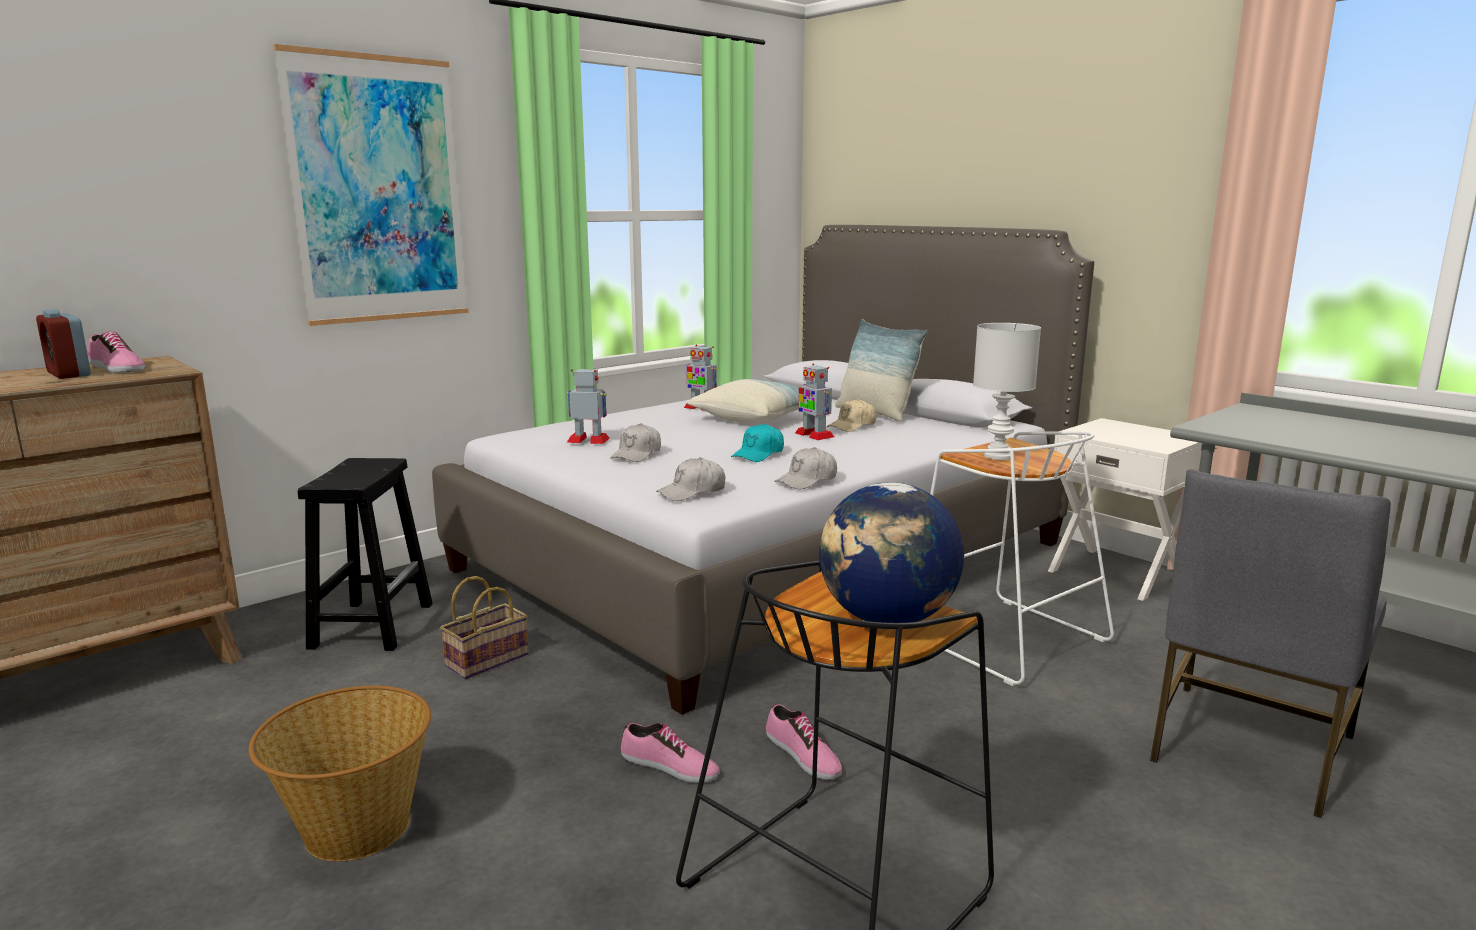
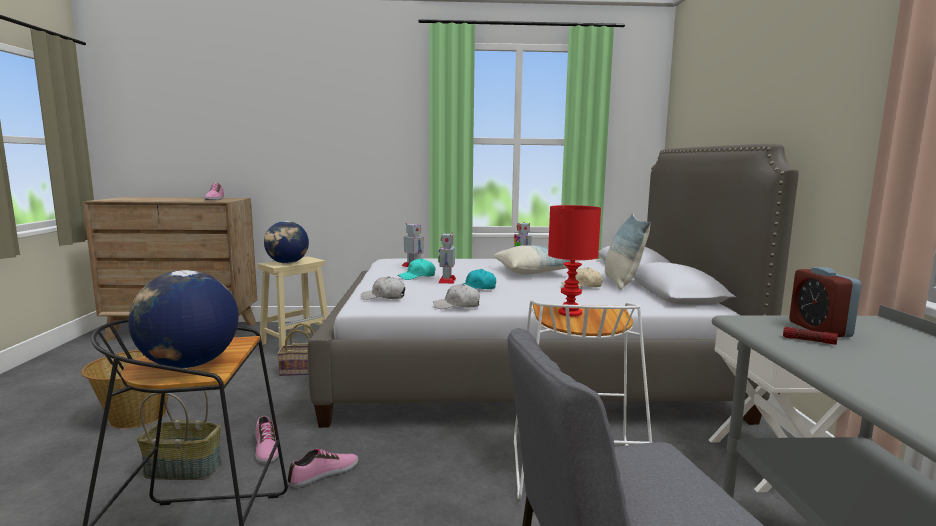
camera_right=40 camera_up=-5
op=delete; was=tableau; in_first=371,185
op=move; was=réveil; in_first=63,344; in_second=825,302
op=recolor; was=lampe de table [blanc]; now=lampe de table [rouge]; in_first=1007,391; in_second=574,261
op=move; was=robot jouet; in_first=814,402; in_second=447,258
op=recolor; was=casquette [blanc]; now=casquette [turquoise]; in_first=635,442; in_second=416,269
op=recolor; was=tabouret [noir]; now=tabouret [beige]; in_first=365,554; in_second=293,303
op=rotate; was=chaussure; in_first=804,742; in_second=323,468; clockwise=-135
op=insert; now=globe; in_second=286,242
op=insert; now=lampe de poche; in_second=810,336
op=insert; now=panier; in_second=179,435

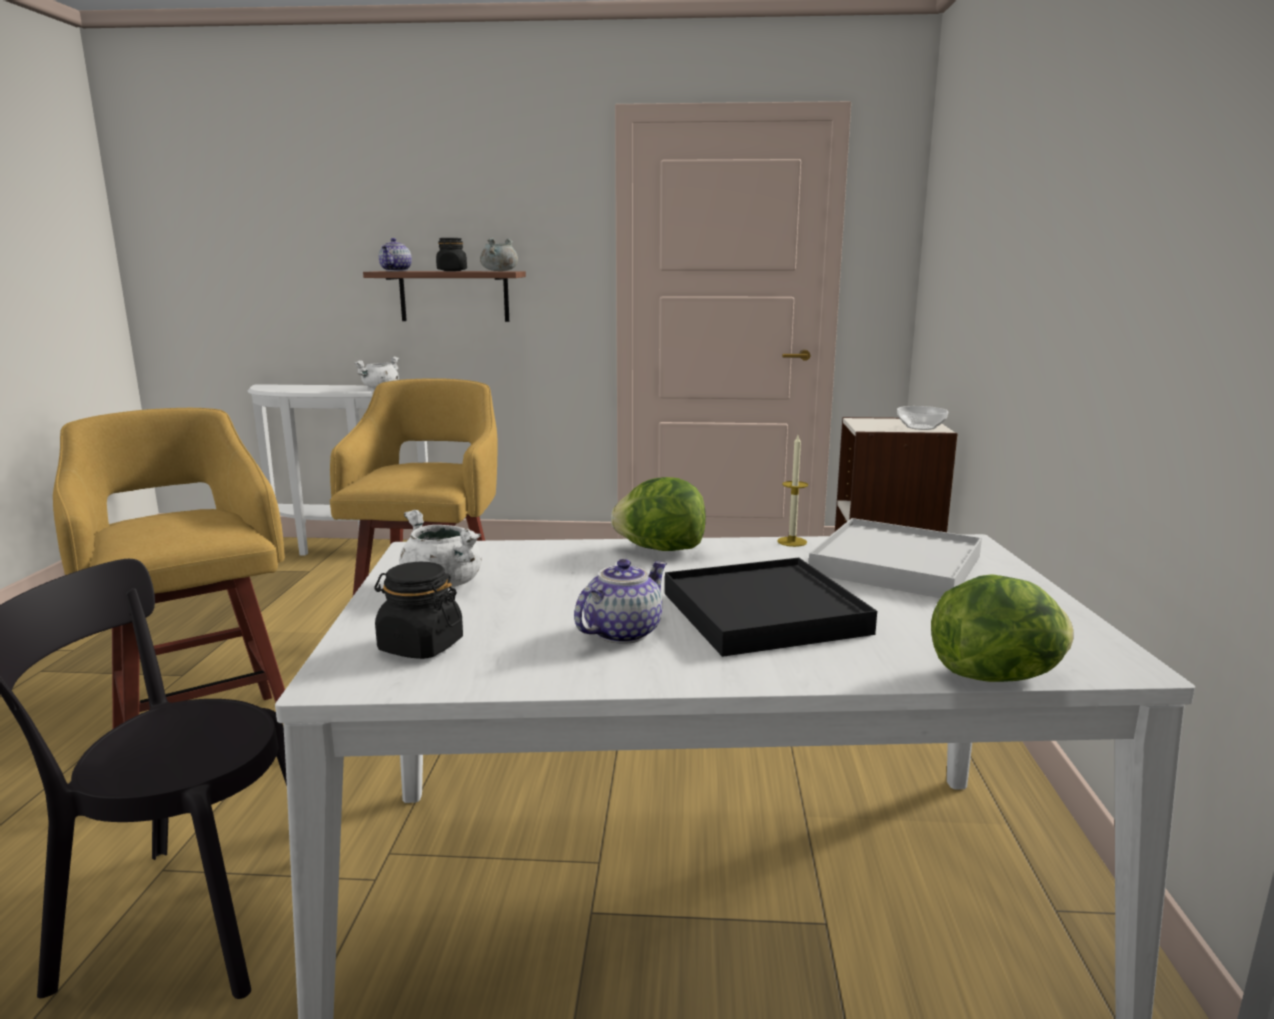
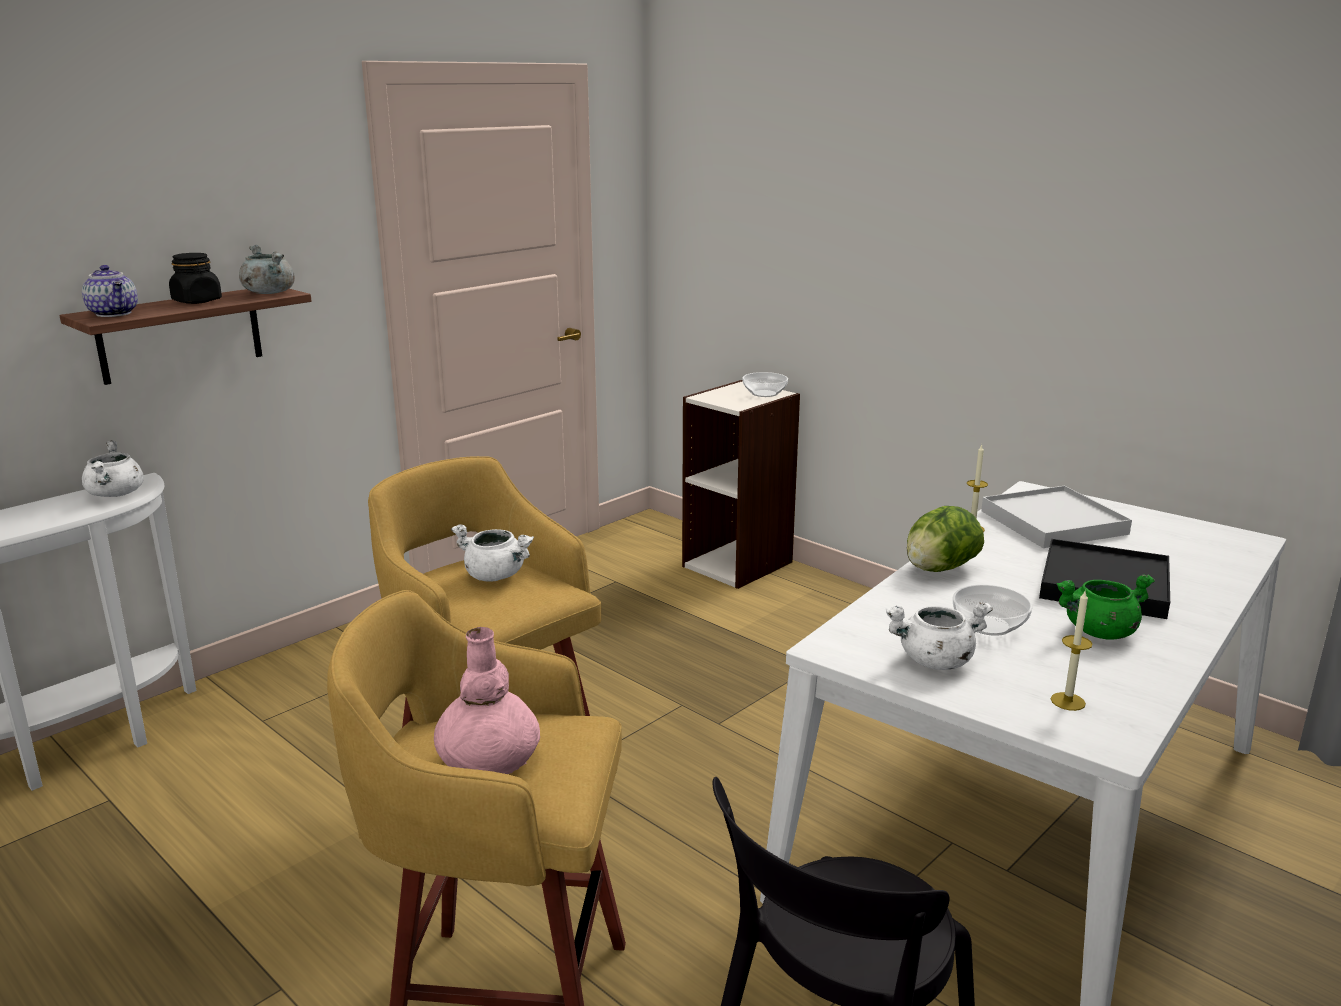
camera_right=-50 camera_up=5
op=replace; was=théière; now=marmite [vert]; in_first=620,601; in_second=1105,607
op=replace; was=bocal [noir]; now=bougie; in_first=419,610; in_second=1072,651
op=delete; was=laitue; in_first=1002,628
op=insert; now=marmite [blanc]; in_second=492,553
op=insert; now=bol; in_second=993,610
op=insert; now=vase [rose]; in_second=487,700

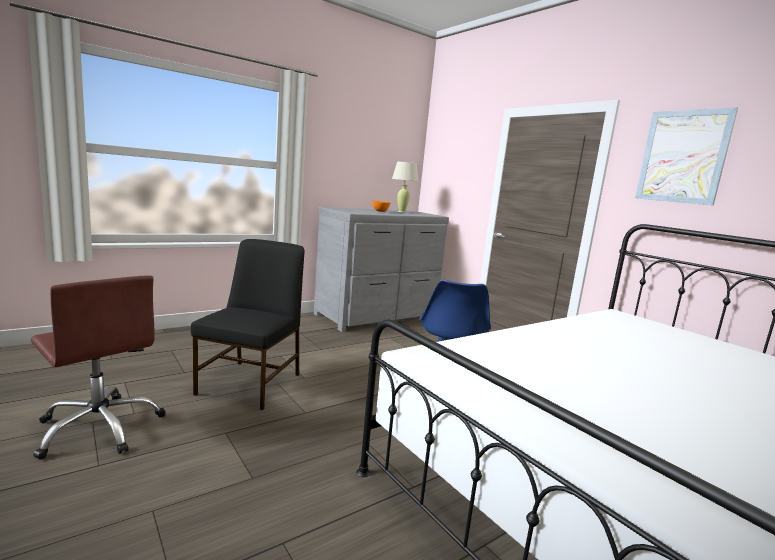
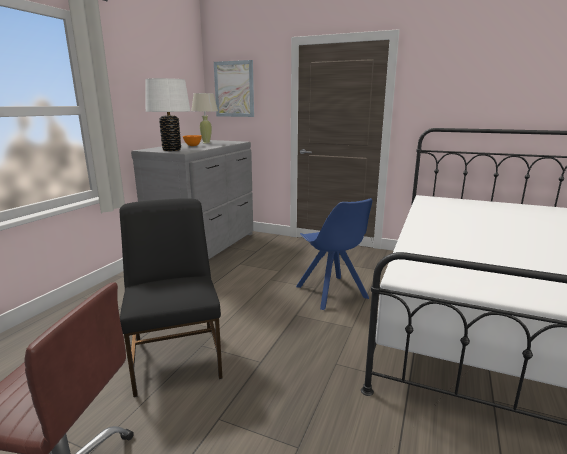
camera_right=-30 camera_up=5
op=move; was=tableau; in_first=686,156; in_second=234,88
op=insert; now=lampe de table [blanc]; in_second=167,114

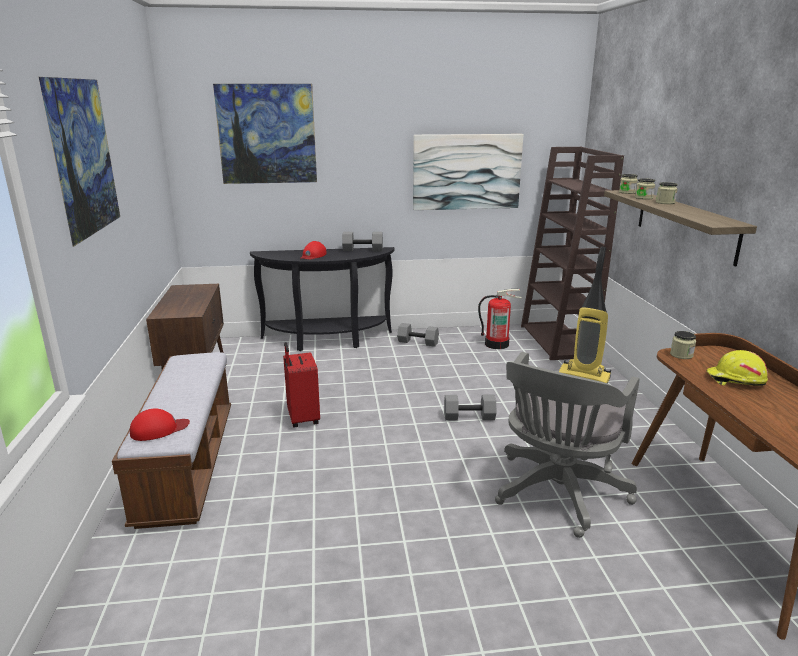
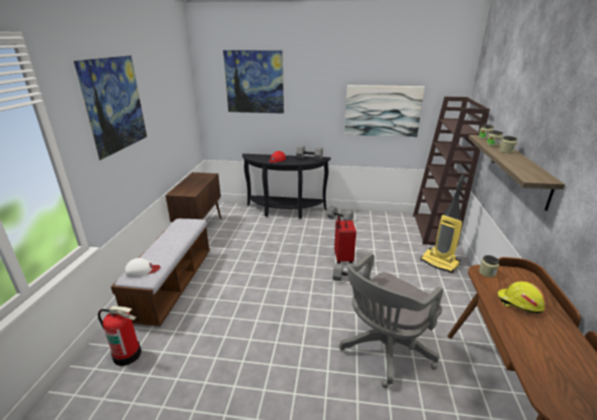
camera_right=15 camera_up=5
op=move; was=extincteur; in_first=500,319; in_second=119,336
op=move; was=valise [rouge]; in_first=301,385; in_second=345,239
op=recolor; was=casquette [rouge]; now=casquette [blanc]; in_first=160,425; in_second=142,267

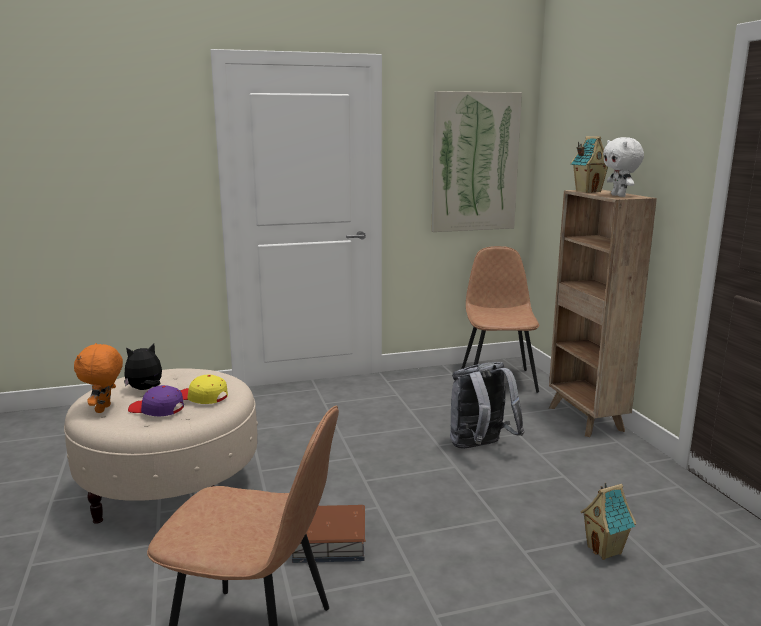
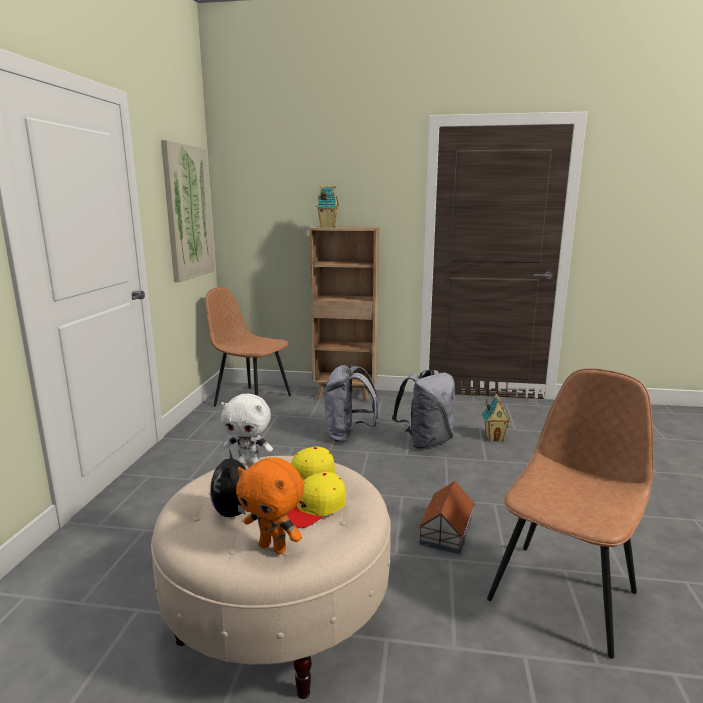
camera_right=-65 camera_up=0
op=move; was=peluche [blanc]; in_first=623,167; in_second=247,429
op=recolor; was=casquette [violet]; now=casquette [jaune]; in_first=156,400; in_second=316,500
op=insert; now=sac à dos [gris]; in_second=423,409

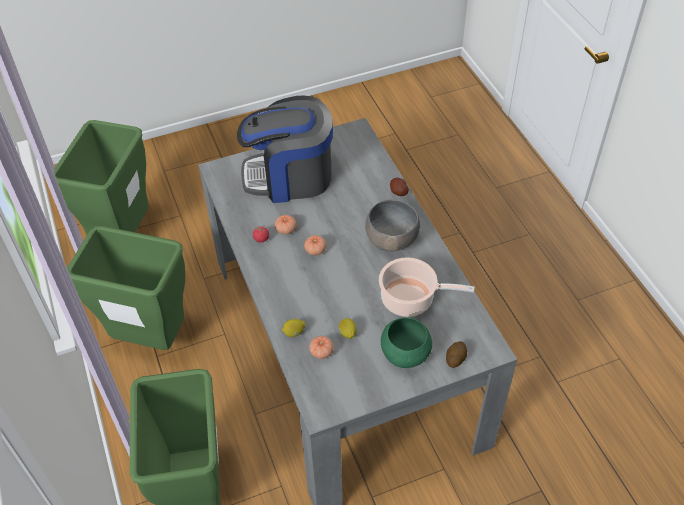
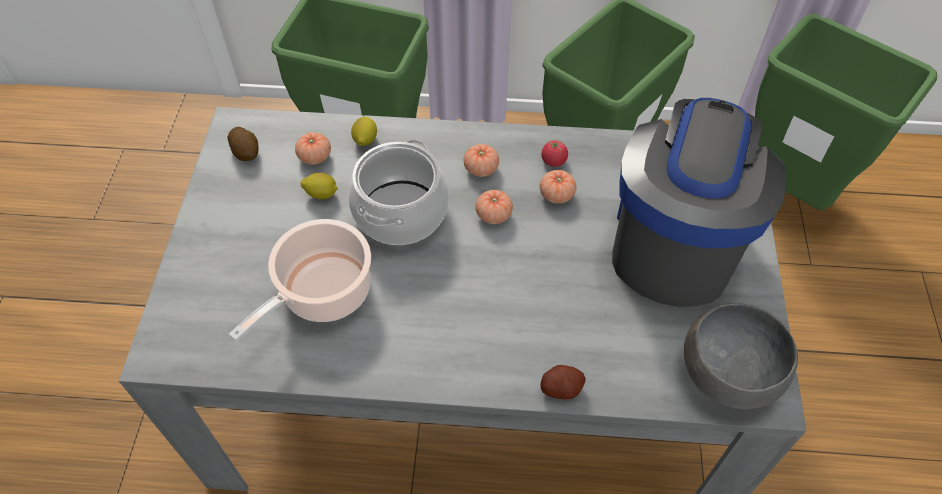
camera_right=115 camera_up=5
op=move; was=bol [gris]; in_first=392,225; in_second=741,356
op=delete; was=bol [vert]; in_first=406,342
op=move; was=pomme de terre; in_first=456,354; in_second=243,144
op=insert; now=marmite; in_second=398,192
op=insert; now=tomate; in_second=481,160

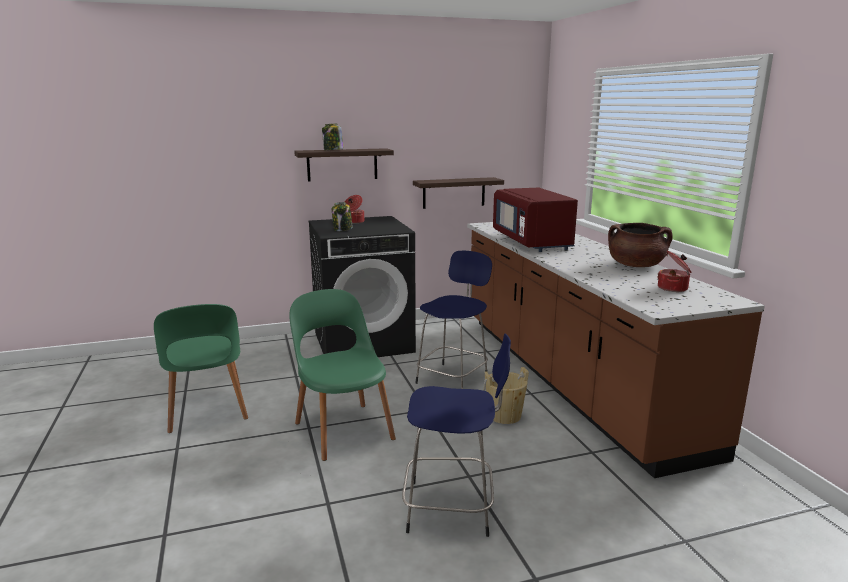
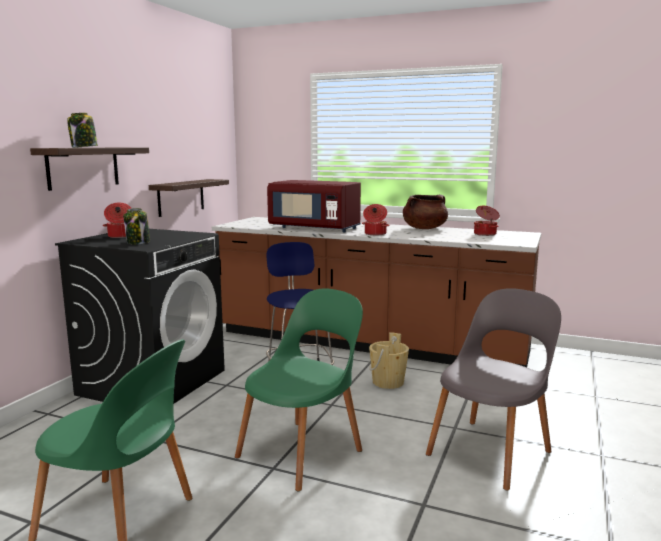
camera_right=-50 camera_up=-5
op=rotate; was=chaise [vert]; in_first=342,375; in_second=299,389; clockwise=120
op=replace; was=tabouret [bleu]; now=chaise [gris]; in_first=456,435; in_second=493,389
op=insert; now=marmite; in_second=376,219

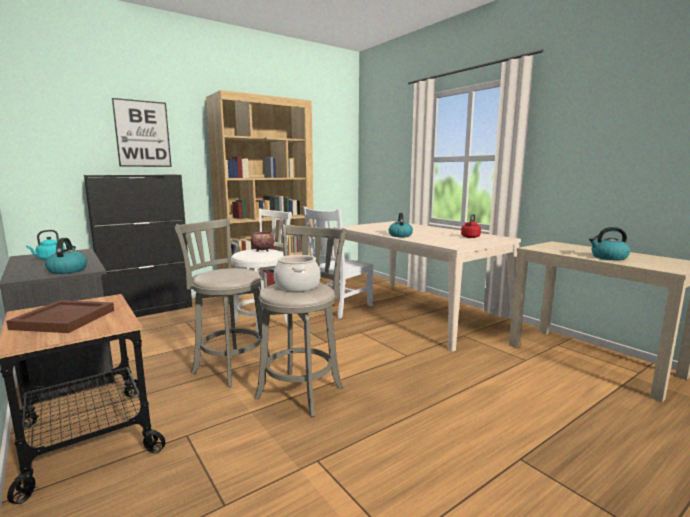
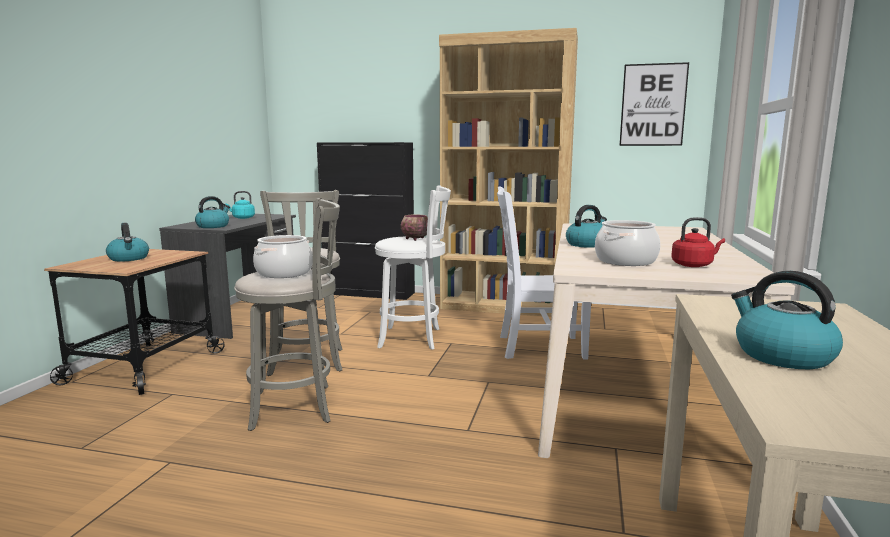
camera_right=50 camera_up=0
op=move; was=tableau; in_first=142,132; in_second=654,104
op=replace; was=plateau [marron]; now=bouilloire; in_first=60,316; in_second=127,242
op=insert; now=marmite; in_second=627,243

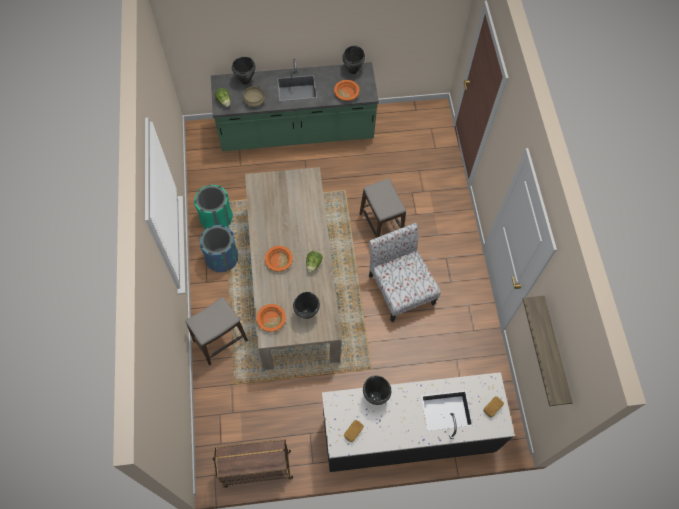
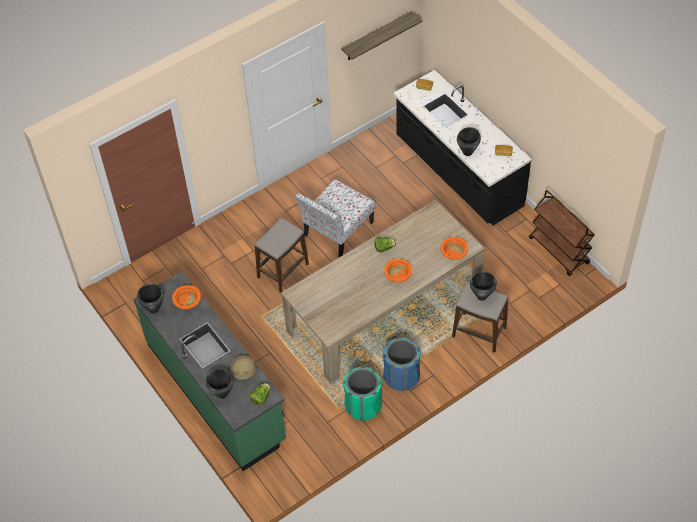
camera_right=-115 camera_up=-10
op=move; was=marmite [noir]; in_first=306,305; in_second=483,286

